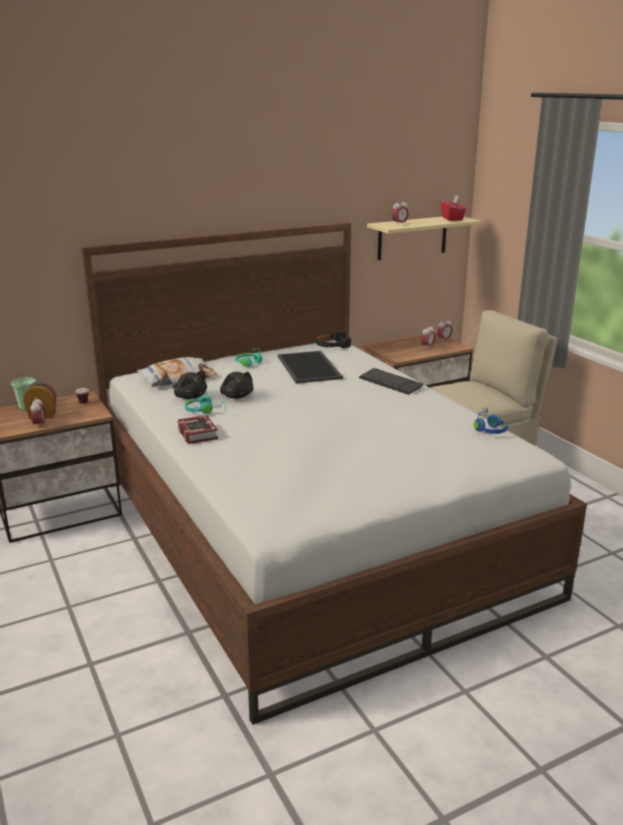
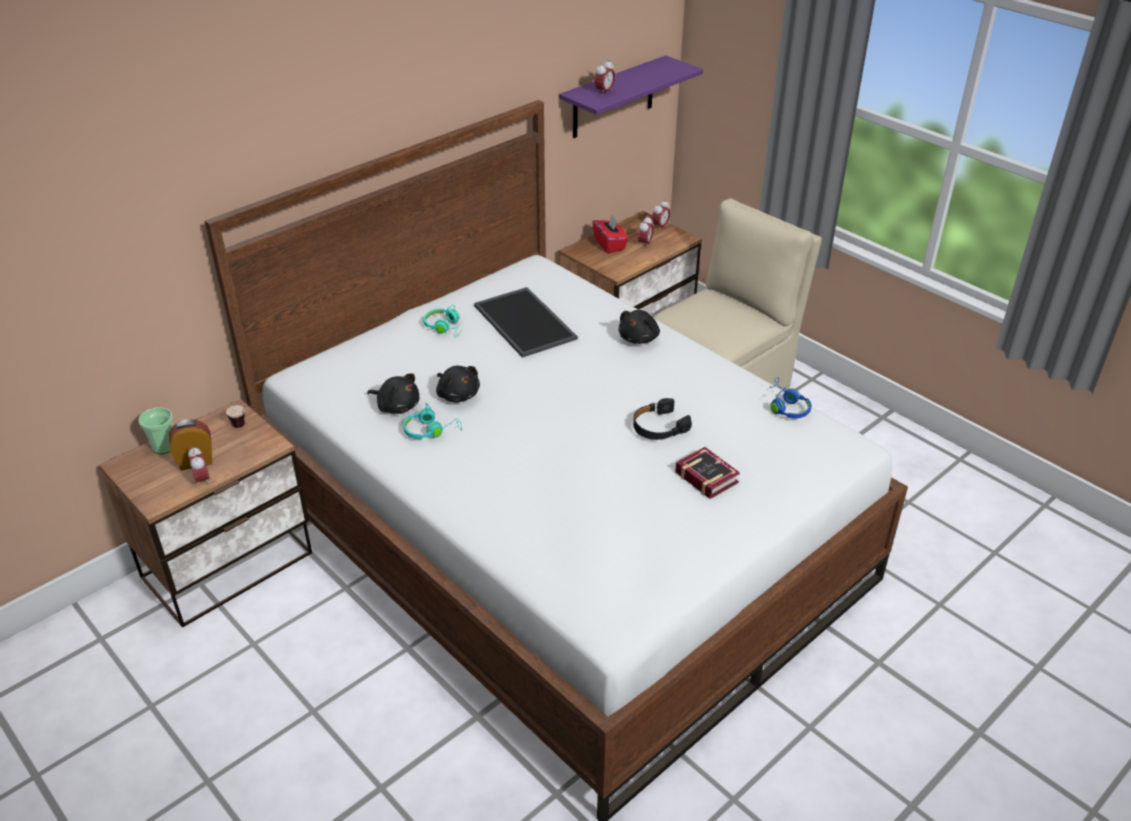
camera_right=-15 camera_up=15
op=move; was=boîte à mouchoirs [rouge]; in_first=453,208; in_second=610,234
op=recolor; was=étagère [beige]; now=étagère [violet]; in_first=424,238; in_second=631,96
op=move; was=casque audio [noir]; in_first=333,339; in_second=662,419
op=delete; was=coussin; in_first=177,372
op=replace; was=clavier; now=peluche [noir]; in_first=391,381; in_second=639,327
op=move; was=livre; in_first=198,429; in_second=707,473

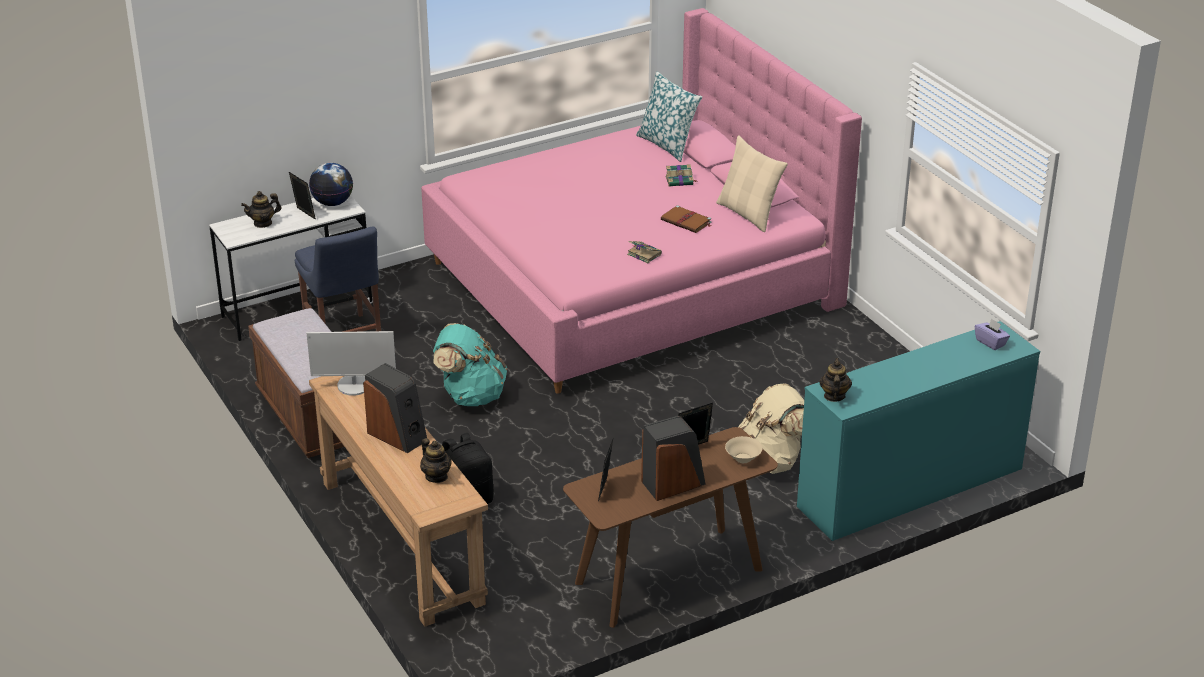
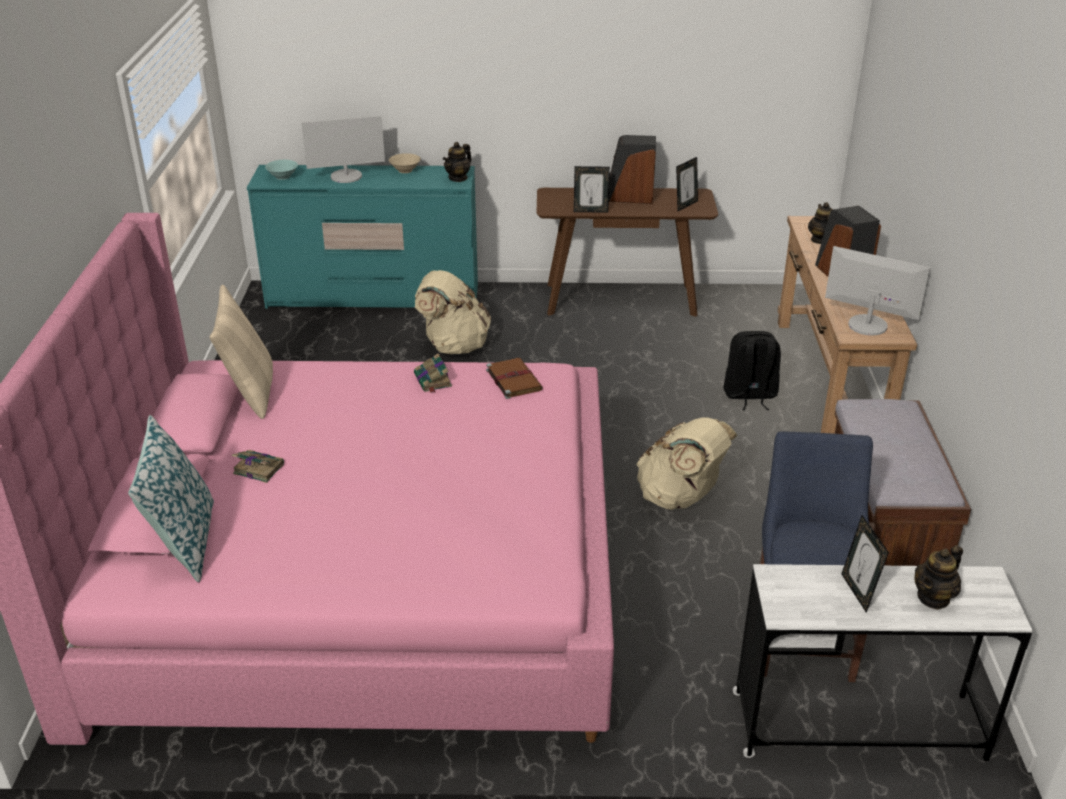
camera_right=-150 camera_up=0
op=delete; was=globe; in_first=331,184
op=rotate; was=théière; in_first=261,209; in_second=938,577; clockwise=135
op=move; was=livre [marron]; in_first=686,219; in_second=514,378
op=replace; was=boîte à mouchoirs [violet]; now=bol [turquoise]; in_first=992,334; in_second=281,170
op=recolor; was=sac à dos [turquoise]; now=sac à dos [beige]; in_first=470,364; in_second=687,463
op=move; was=bol [beige]; in_first=744,449; in_second=405,163
op=insert; now=écran d'ordinateur; in_second=343,149

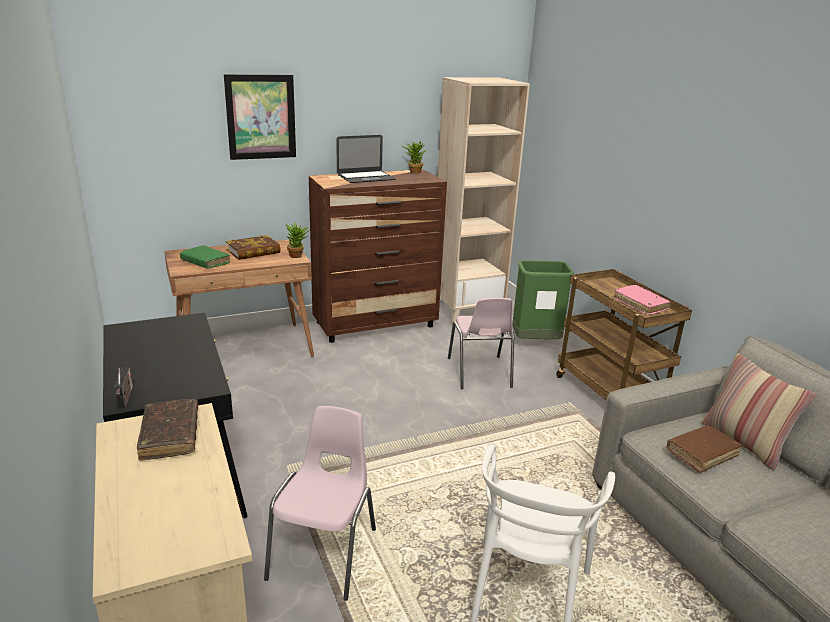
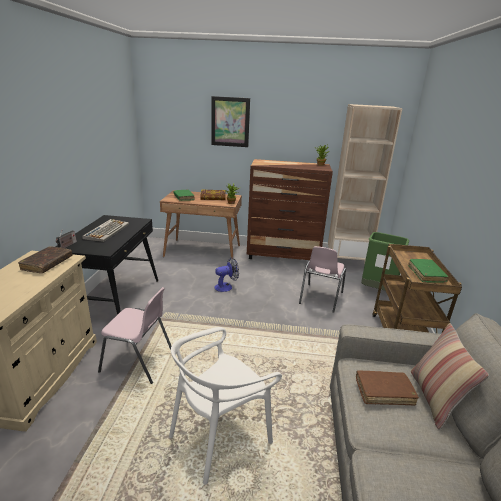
camera_right=30 camera_up=0
op=delete; was=ordinateur portable; in_first=366,159
op=recolor; was=livre [rose]; now=livre [vert]; in_first=642,300; in_second=428,271
op=rotate; was=chaise [rose]; in_first=320,503; in_second=134,335; clockwise=60
op=insert; now=clavier; in_second=105,230
op=insert; now=ventilateur; in_second=226,274

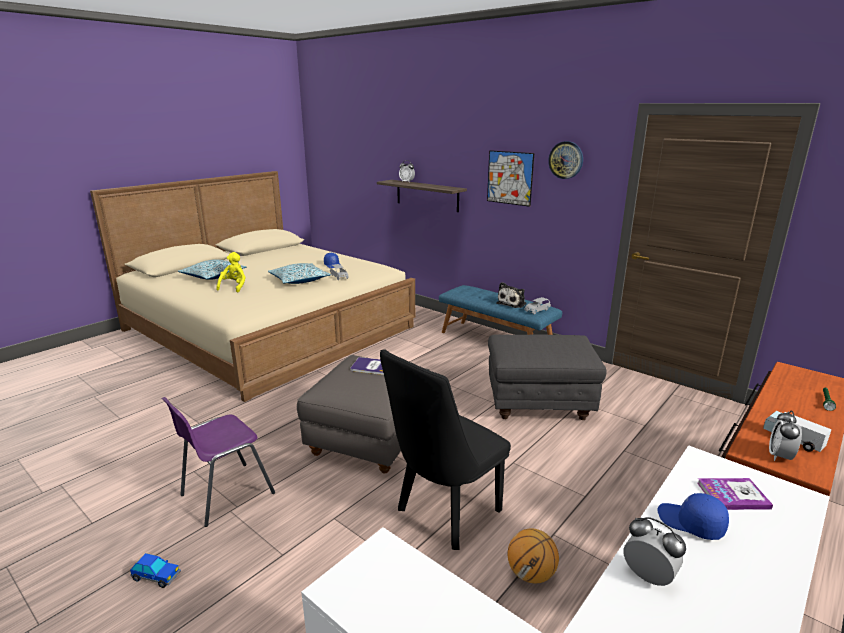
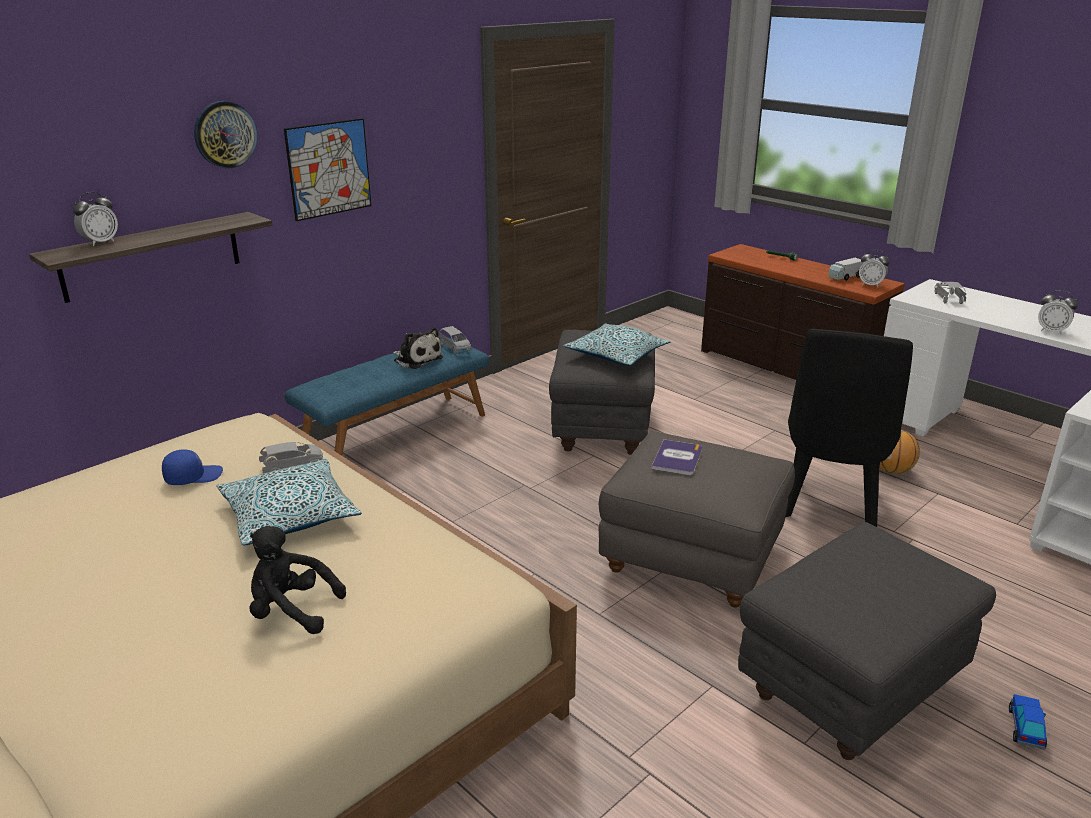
camera_right=-85 camera_up=5
op=move; was=horloge murale; in_first=565,160; in_second=226,135
op=recolor; was=peluche [jaune]; now=peluche [noir]; in_first=231,272; in_second=298,580
op=move; was=coussin; in_first=212,269; in_second=617,345
op=rotate; was=chaise [noir]; in_first=445,449; in_second=849,428; clockwise=60
op=replace; was=chaise [violet]; now=pouf [gris]; in_first=218,462; in_second=867,641
op=replace; was=livre; now=petite voiture [gris]; in_first=735,494; in_second=950,293
op=delete; was=casquette [bleu]; in_first=693,516
op=rotate; was=réveil; in_first=654,551; in_second=1058,312; clockwise=-105

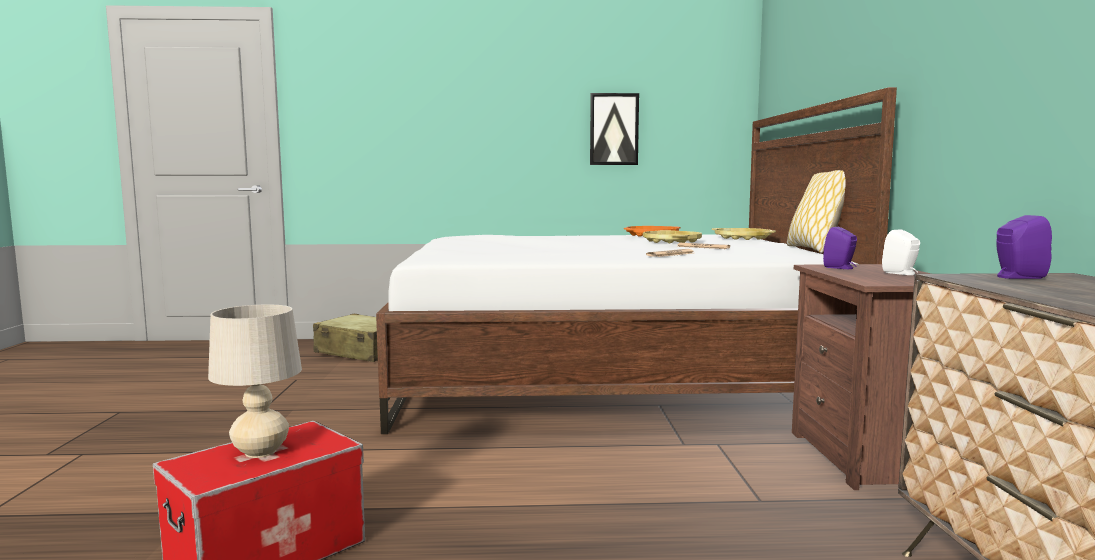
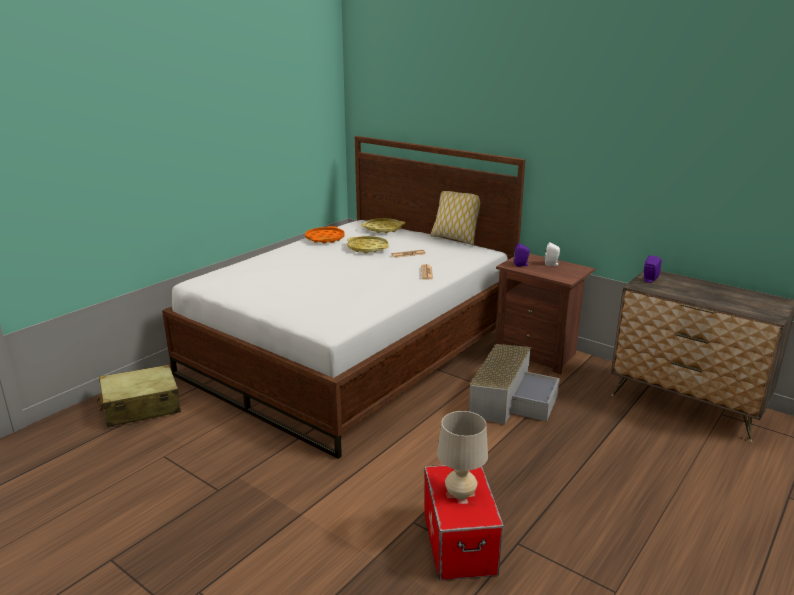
camera_right=-50 camera_up=15
op=delete; was=tableau; in_first=614,129
op=insert; now=boîte de rangement [gris]; in_second=514,384

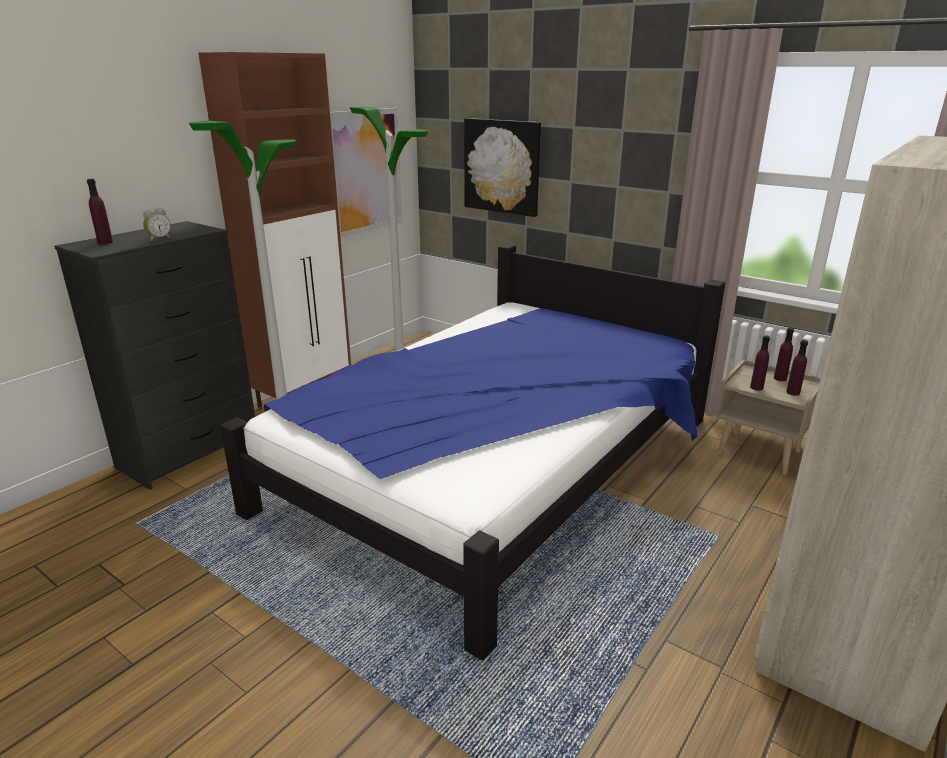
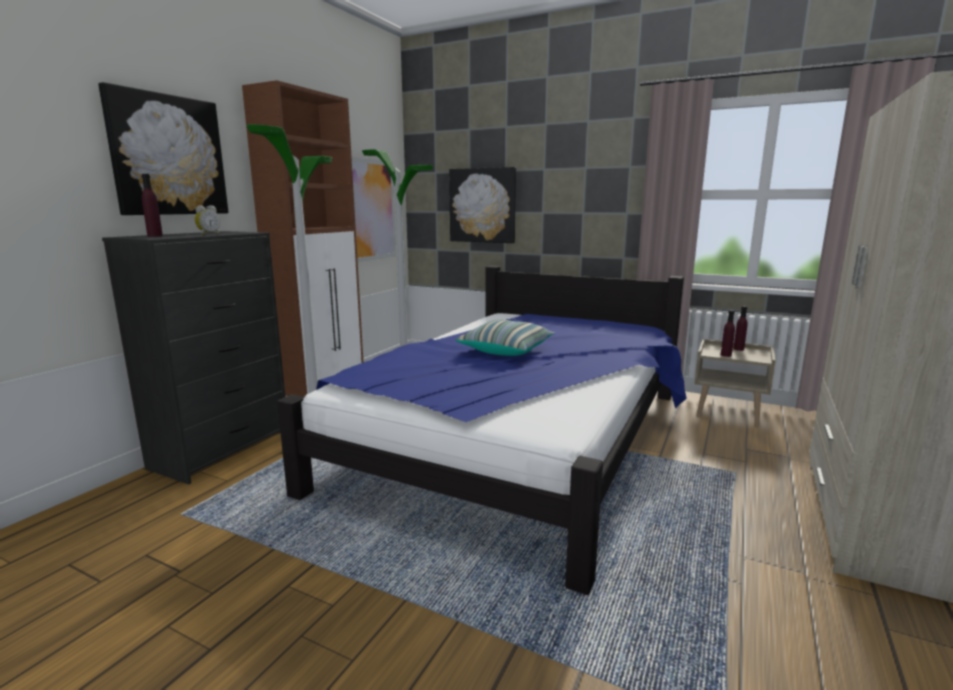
camera_right=-10 camera_up=-10
op=delete; was=bouteille [violet]; in_first=797,368
op=insert; now=tableau; in_second=163,148
op=insert; now=coussin; in_second=505,337

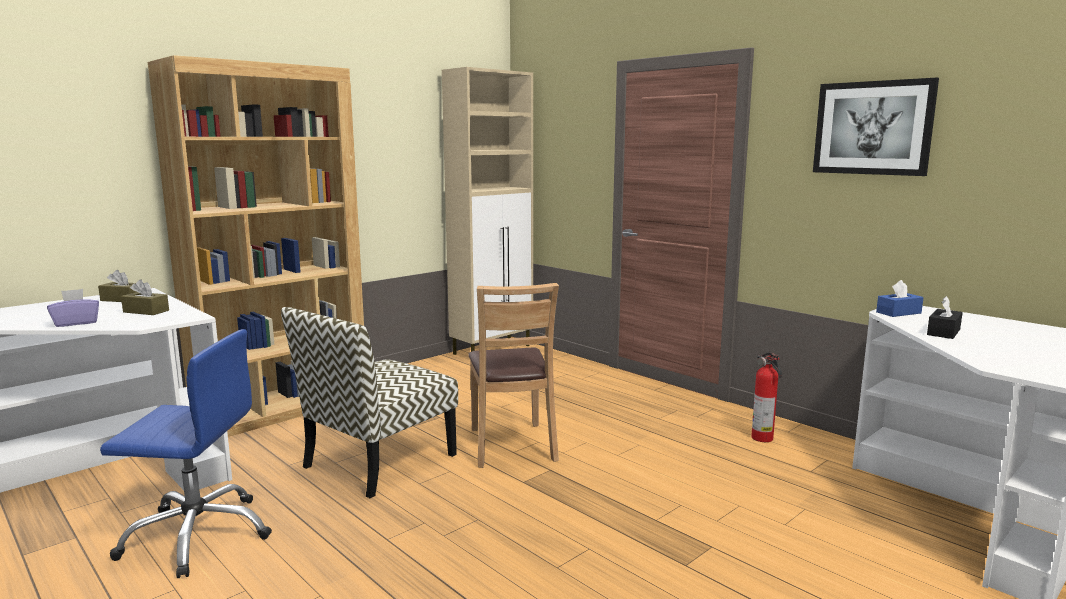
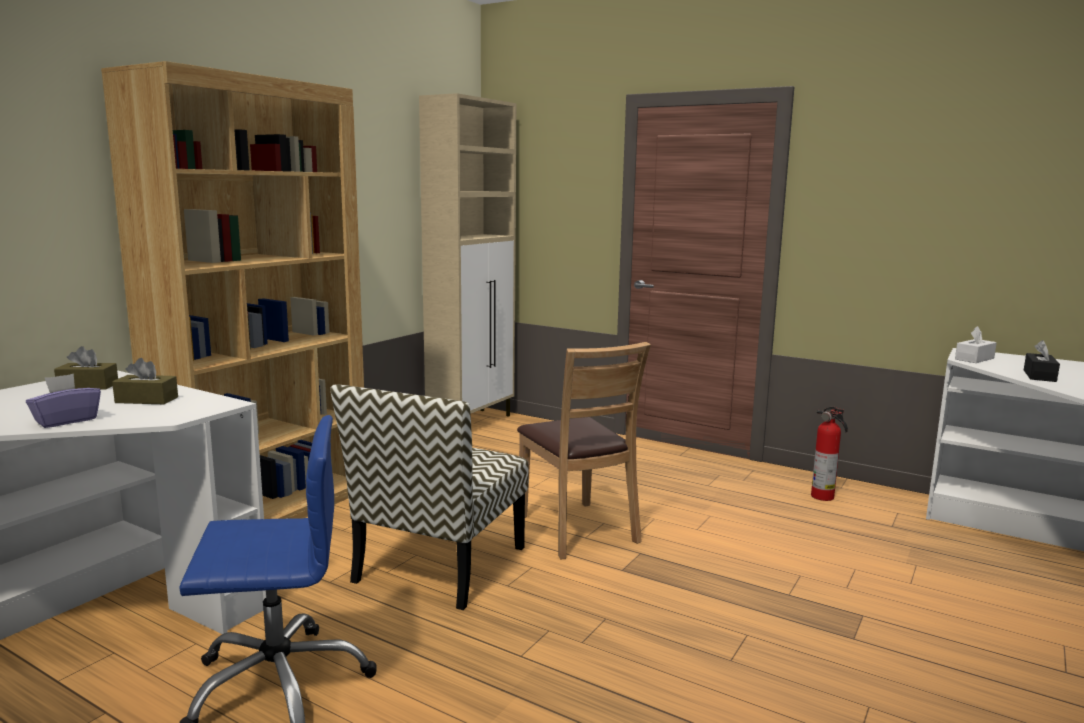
camera_right=-15 camera_up=0
op=delete; was=tableau; in_first=876,127
op=recolor; was=boîte à mouchoirs [bleu]; now=boîte à mouchoirs [blanc]; in_first=900,298; in_second=976,344

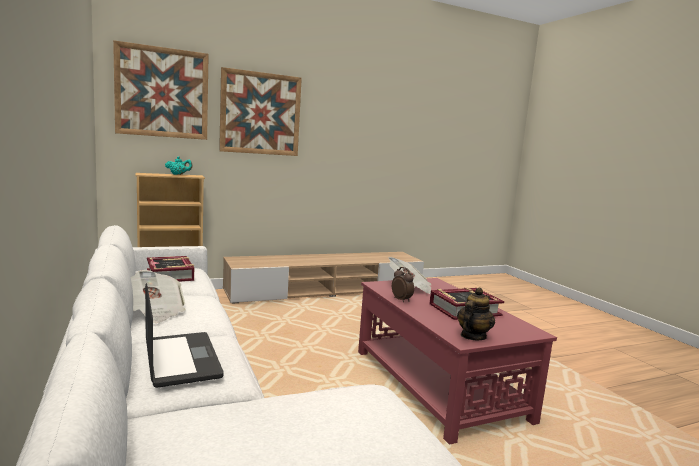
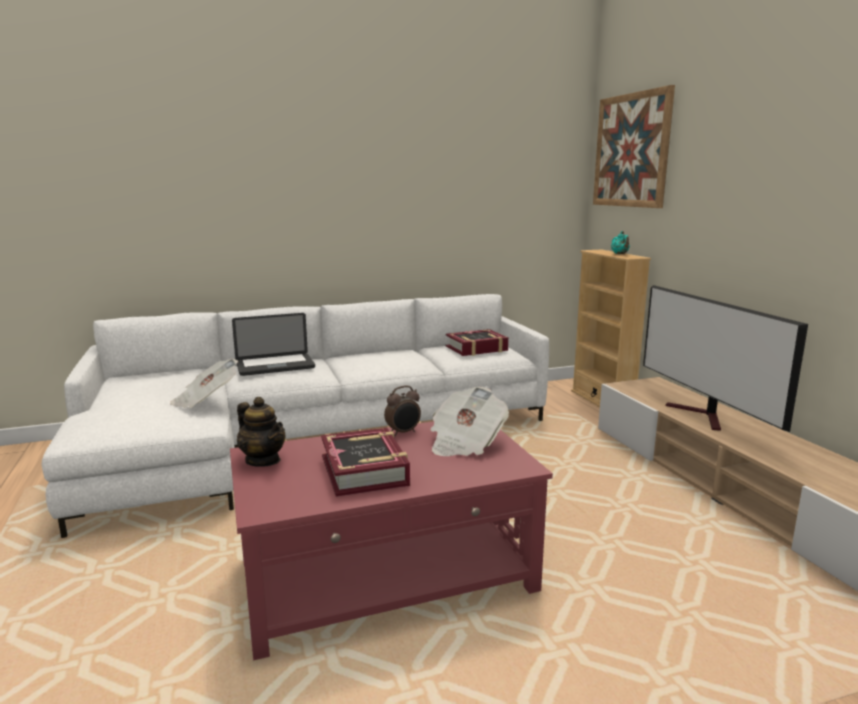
camera_right=95 camera_up=5
op=delete; was=tableau; in_first=260,111
op=move; was=journal; in_first=157,296; in_second=204,383
op=insert; now=téléviseur; in_second=725,358

